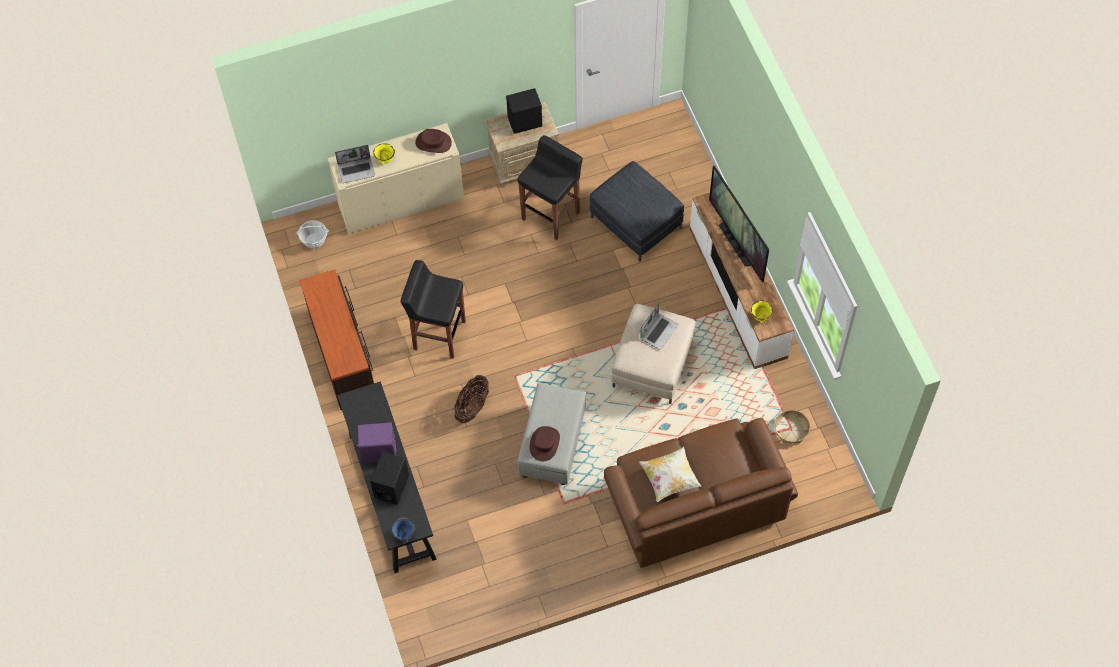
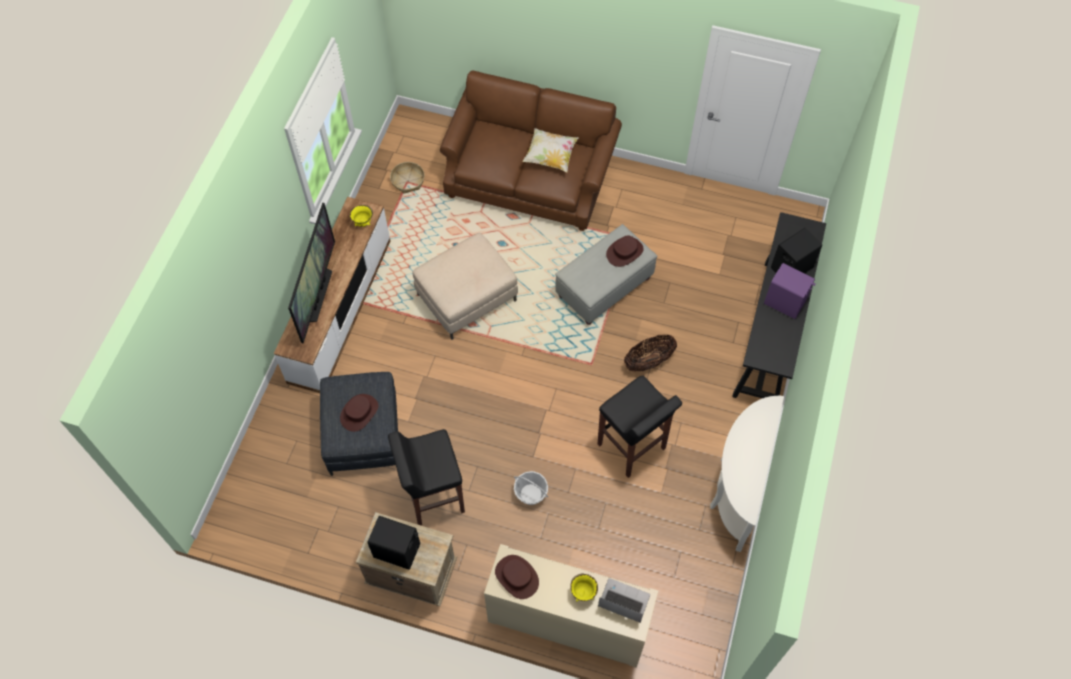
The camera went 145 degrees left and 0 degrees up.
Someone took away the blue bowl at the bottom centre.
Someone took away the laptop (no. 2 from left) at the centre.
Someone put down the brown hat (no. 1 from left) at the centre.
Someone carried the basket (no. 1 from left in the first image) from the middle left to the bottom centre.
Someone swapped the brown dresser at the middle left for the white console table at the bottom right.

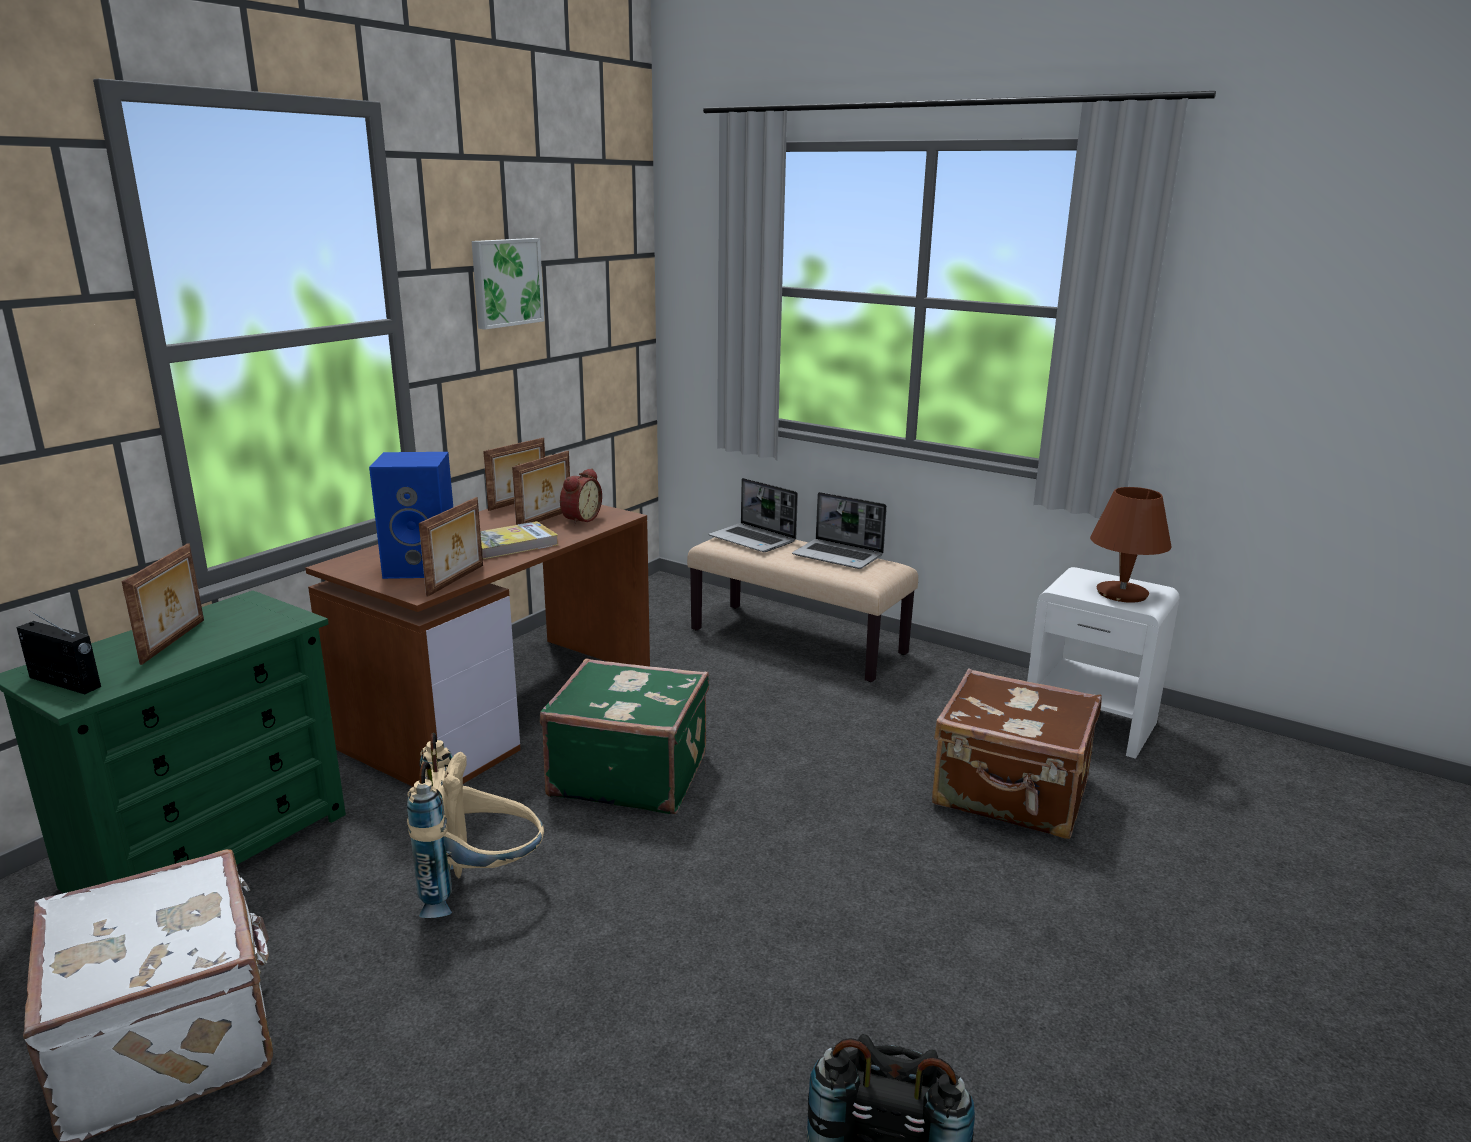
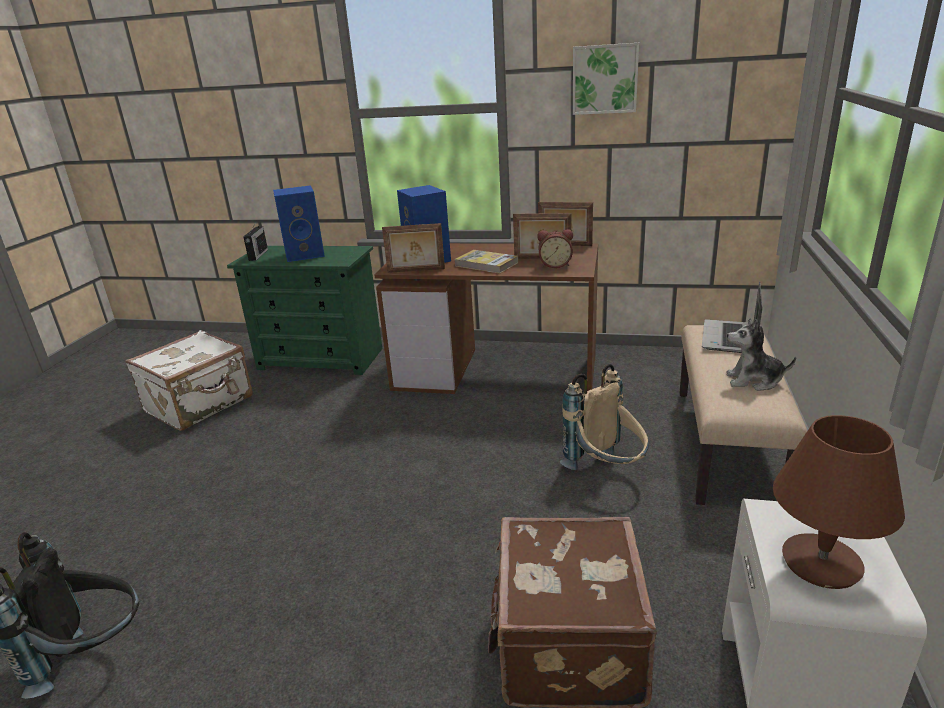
The camera went 70 degrees right and 5 degrees up.
Someone took away the green suitcase at the centre.
Someone carried the beige backpack from the bottom left to the centre.
Someone swapped the picture frame (no. 1 from left) at the middle left for the blue speaker (no. 1 from left) at the top left.
Someone swapped the laptop (no. 2 from left) at the centre for the plush toy at the middle right.

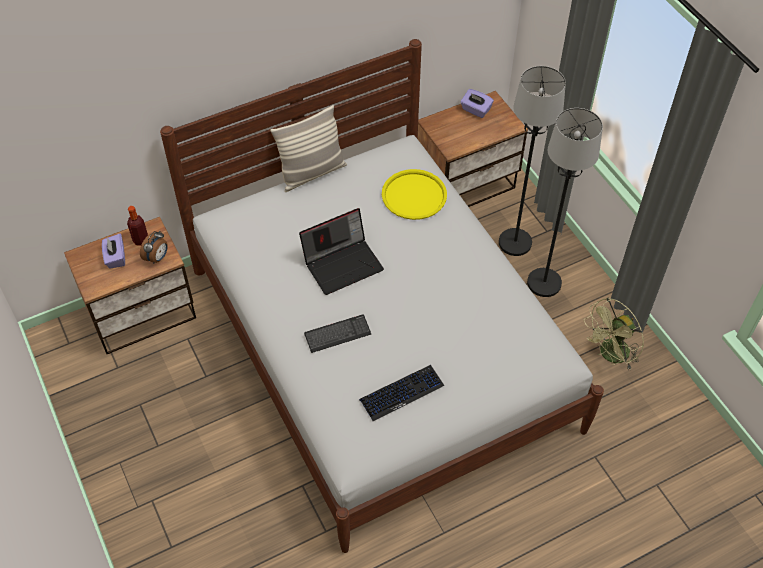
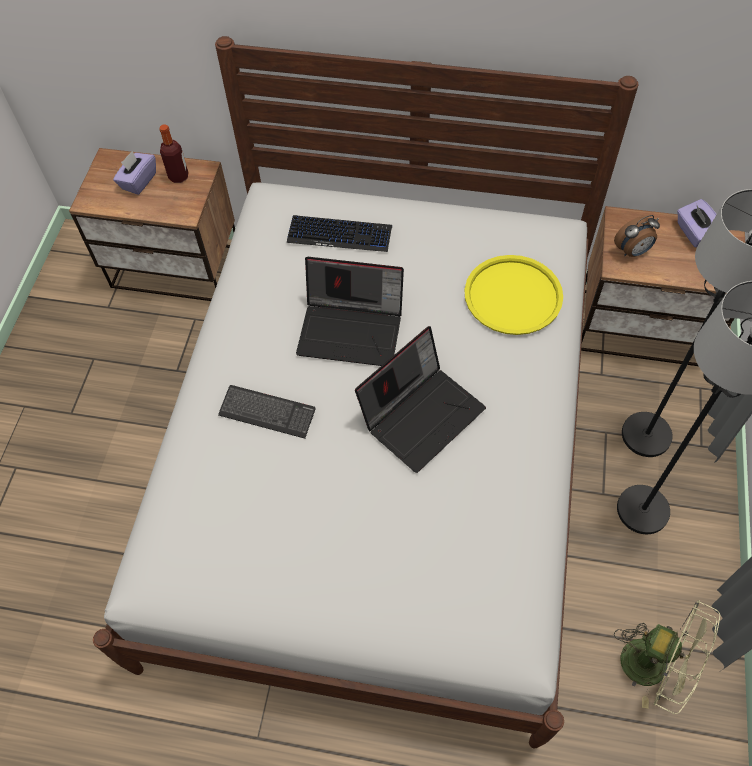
The camera went 40 degrees right and 5 degrees up.
Someone took away the pillow at the top centre.
Someone put down the laptop (no. 2 from left) at the centre.
Someone carried the alarm clock from the middle left to the top right.
Someone carried the keyboard (no. 2 from left) from the bottom centre to the top centre.
Someone rotated the green fan at the middle right by 150 degrees counterclockwise.

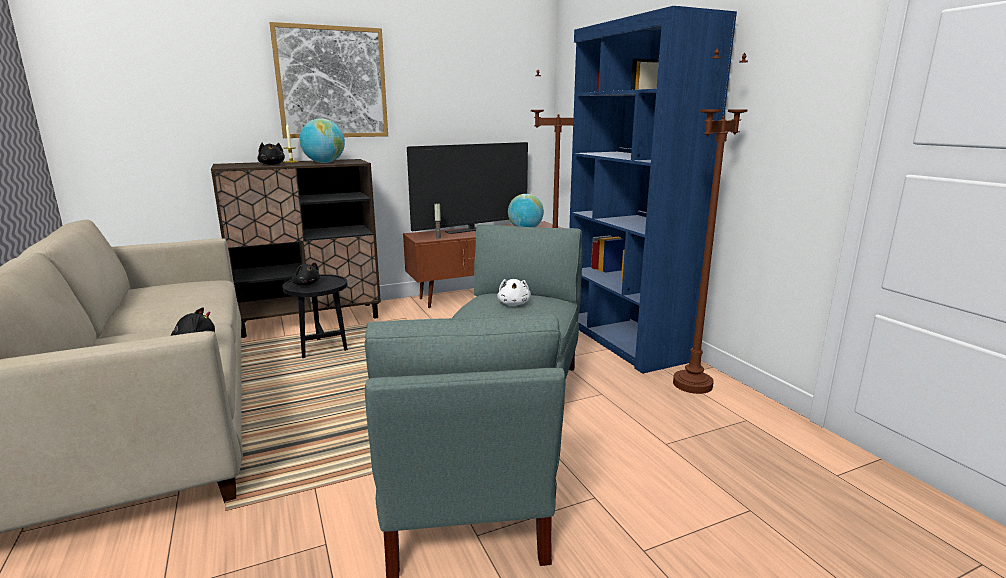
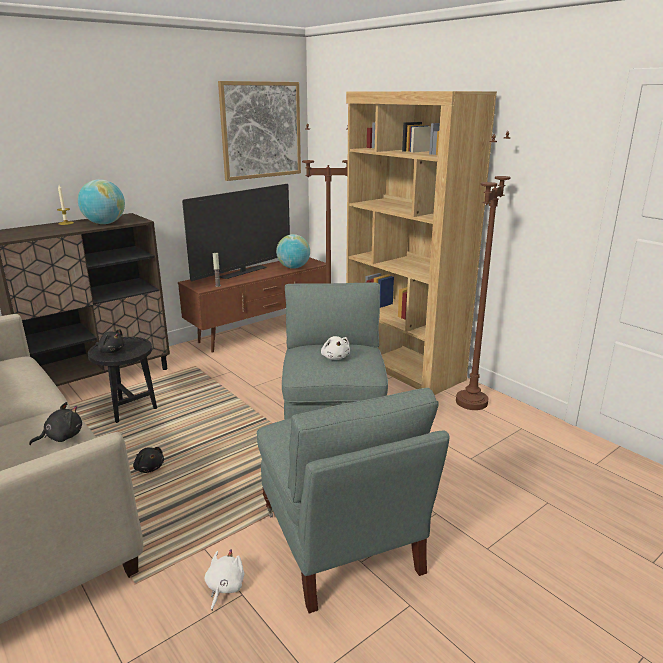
The camera went 15 degrees left and 5 degrees up.
Someone put down the white plush toy (no. 1 from left) at the bottom centre.
Someone carried the black plush toy (no. 2 from left in the first image) from the top left to the bottom left.
Someone carried the picture from the top left to the top centre.
Someone repainted the blue bookcase at the top centre, which became the brown bookcase at the centre.

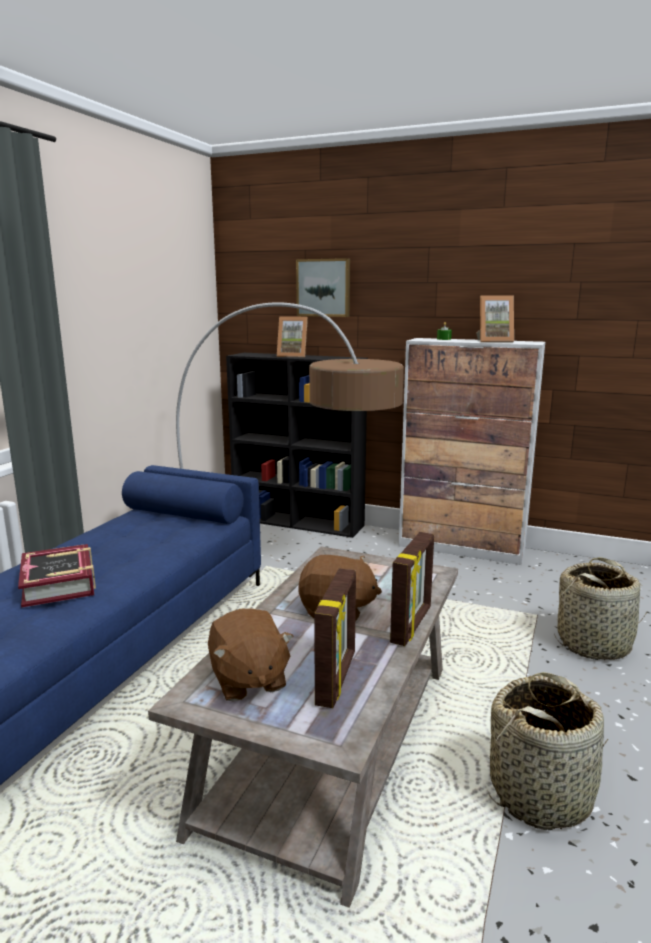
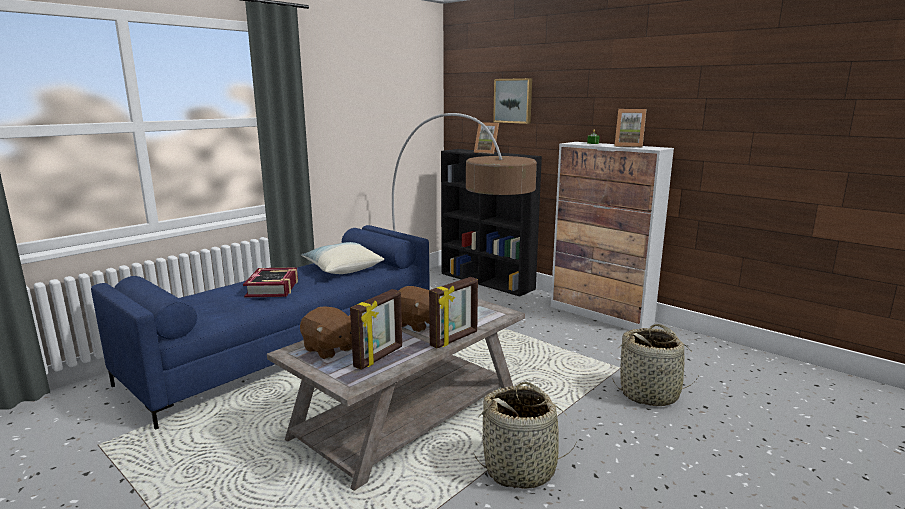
The camera went 20 degrees right and 0 degrees up.
Someone put down the pillow at the centre.
Someone rotated the brown plush toy (no. 1 from left) at the bottom centre by 45 degrees counterclockwise.

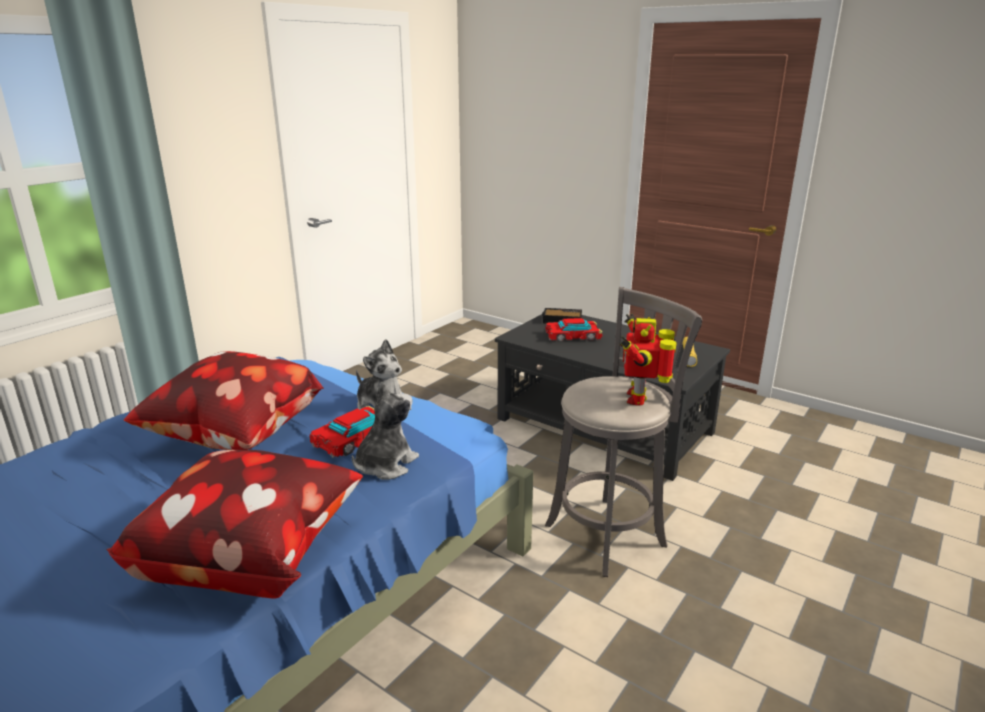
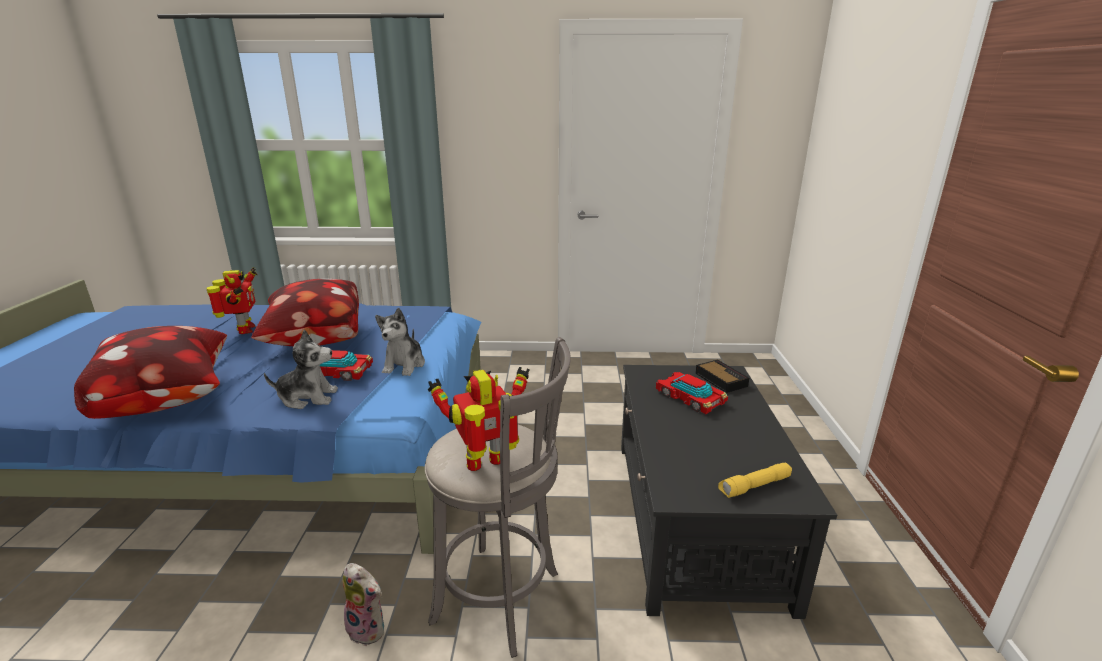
The camera went 55 degrees right and 0 degrees up.
Someone put down the toy robot (no. 1 from left) at the middle left.
Someone put down the plush toy (no. 2 from left) at the bottom left.

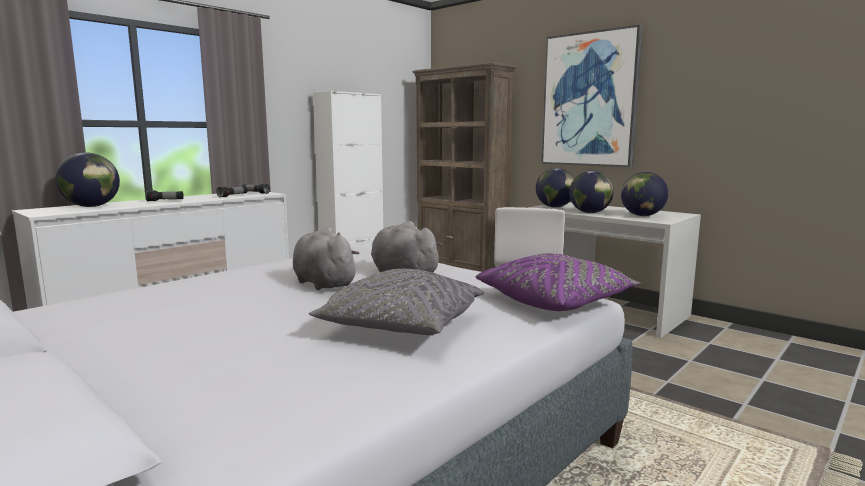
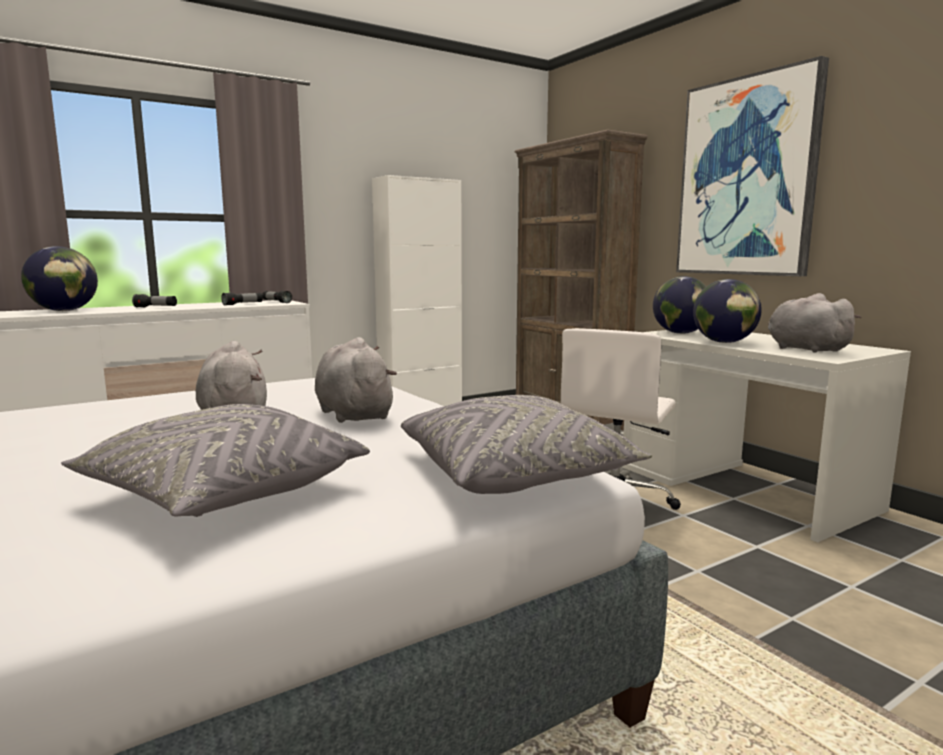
The camera went 15 degrees right and 0 degrees up.
Someone swapped the globe (no. 4 from left) at the middle right for the grey plush toy (no. 3 from left) at the middle right.
Someone repainted the purple pillow at the centre, which became the grey pillow (no. 2 from left) at the centre.

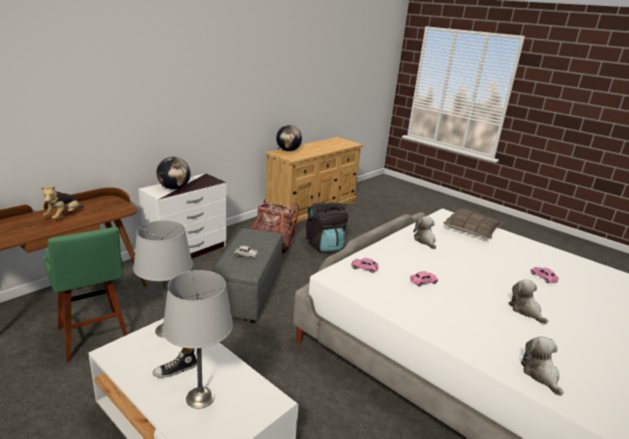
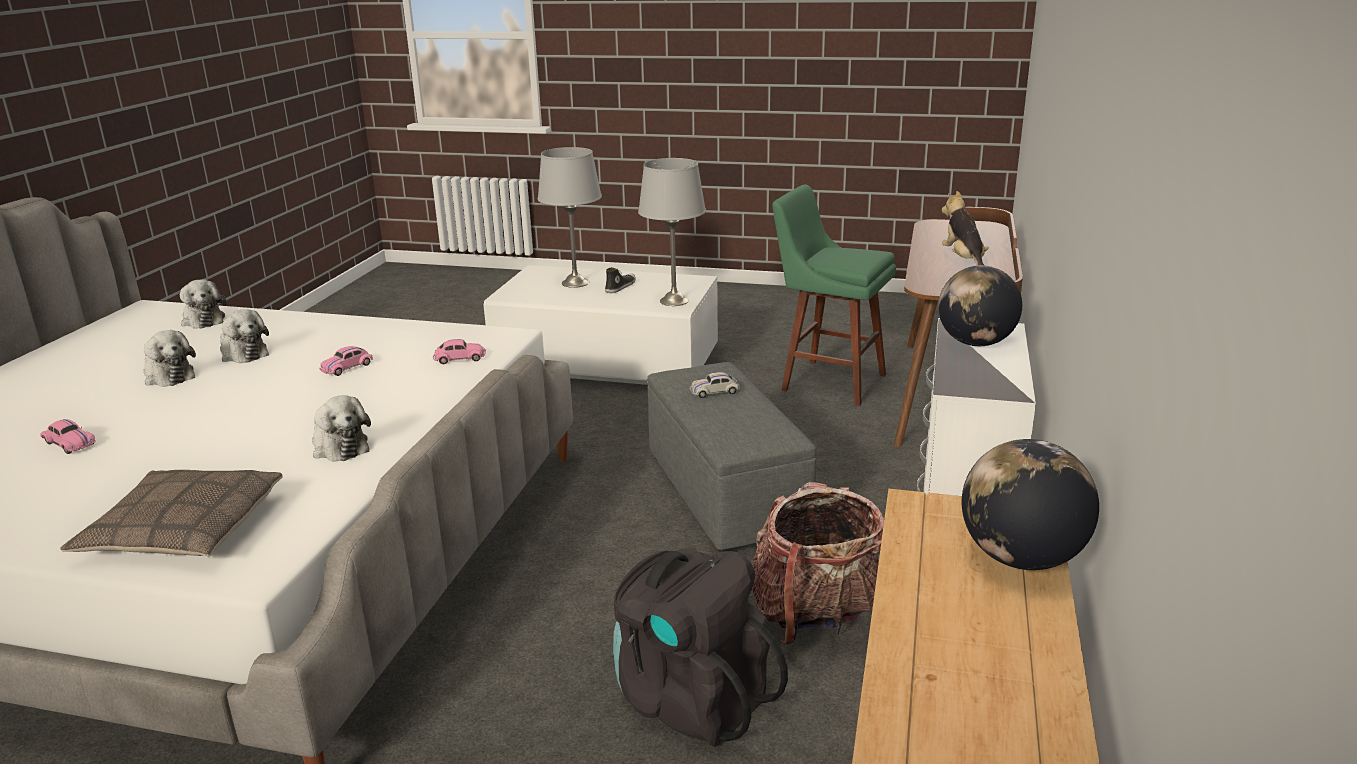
The camera went 155 degrees right and 0 degrees up.
Someone put down the plush toy (no. 3 from left) at the middle left.

